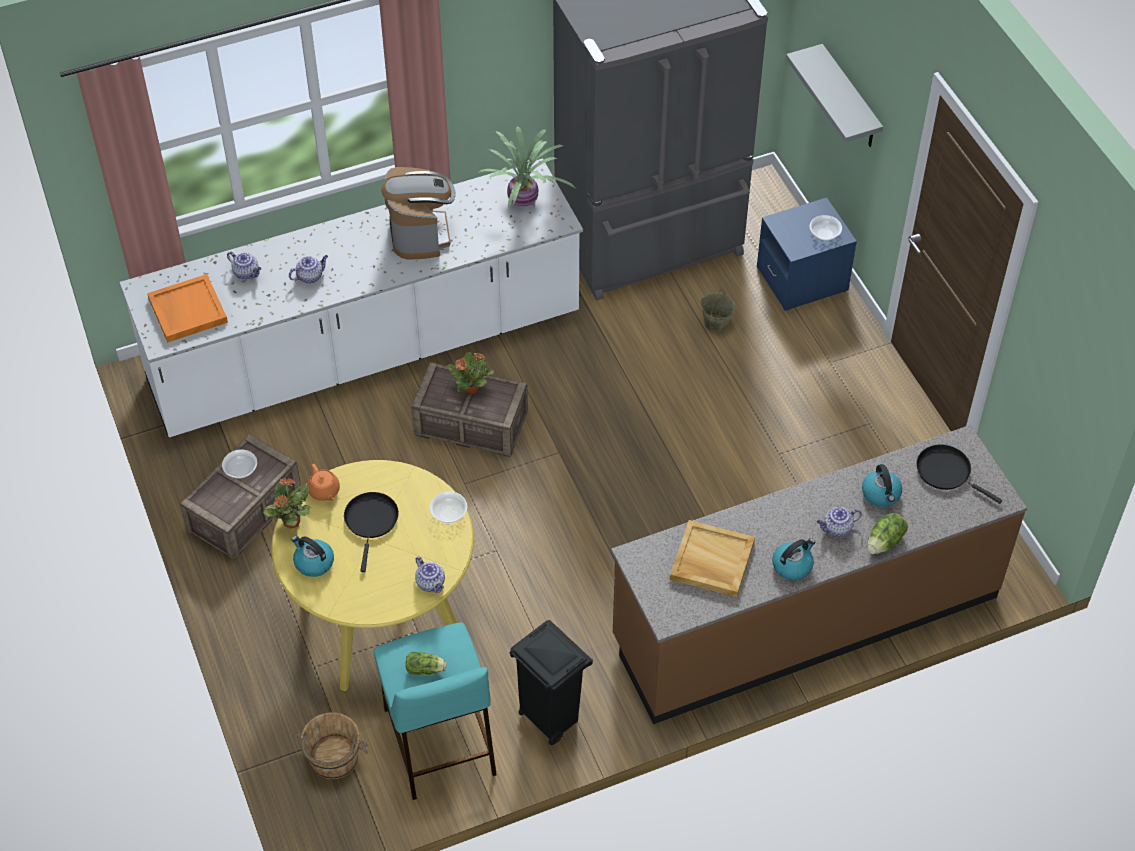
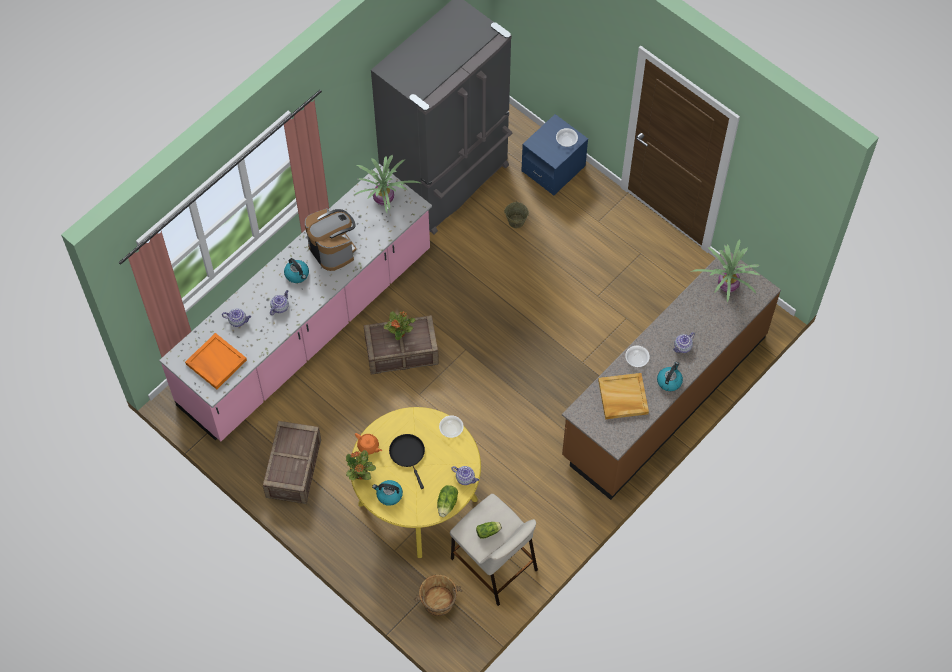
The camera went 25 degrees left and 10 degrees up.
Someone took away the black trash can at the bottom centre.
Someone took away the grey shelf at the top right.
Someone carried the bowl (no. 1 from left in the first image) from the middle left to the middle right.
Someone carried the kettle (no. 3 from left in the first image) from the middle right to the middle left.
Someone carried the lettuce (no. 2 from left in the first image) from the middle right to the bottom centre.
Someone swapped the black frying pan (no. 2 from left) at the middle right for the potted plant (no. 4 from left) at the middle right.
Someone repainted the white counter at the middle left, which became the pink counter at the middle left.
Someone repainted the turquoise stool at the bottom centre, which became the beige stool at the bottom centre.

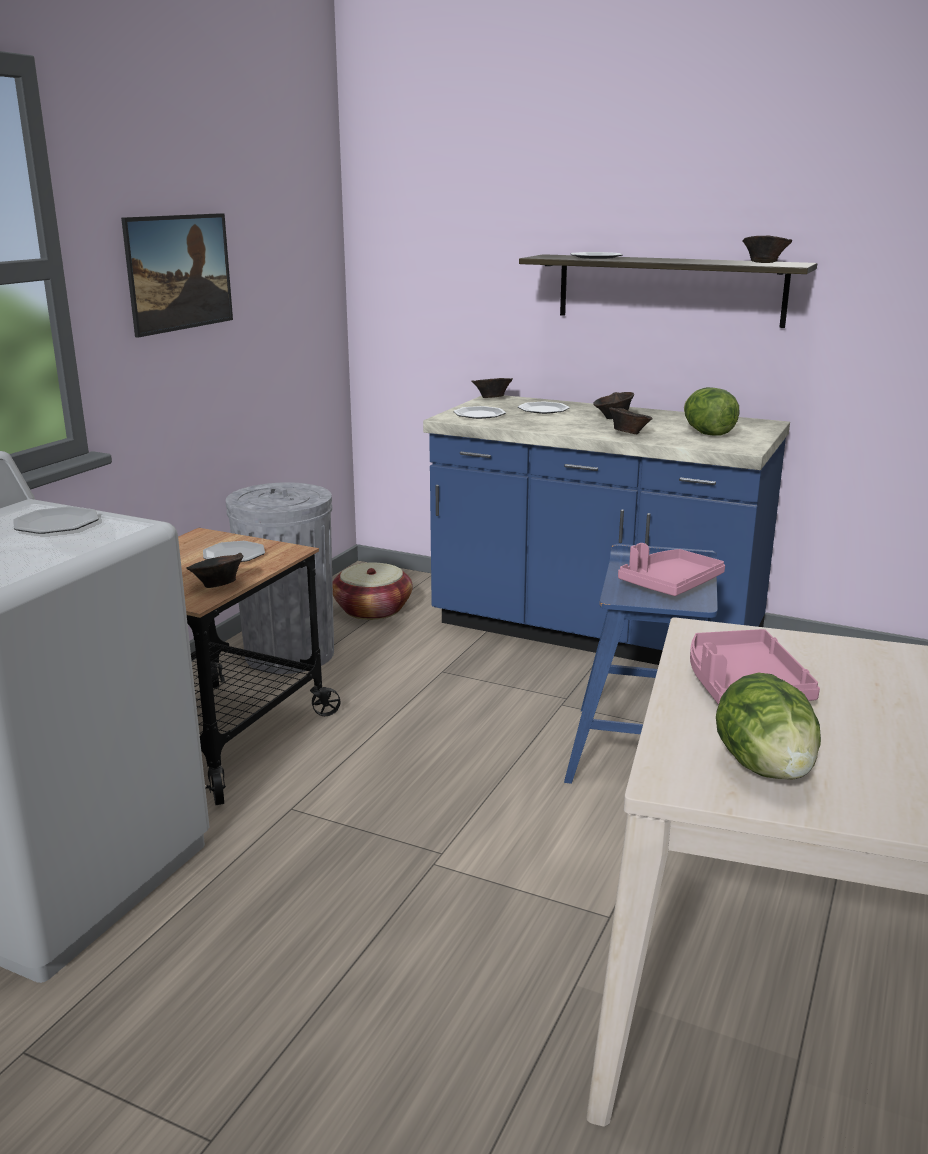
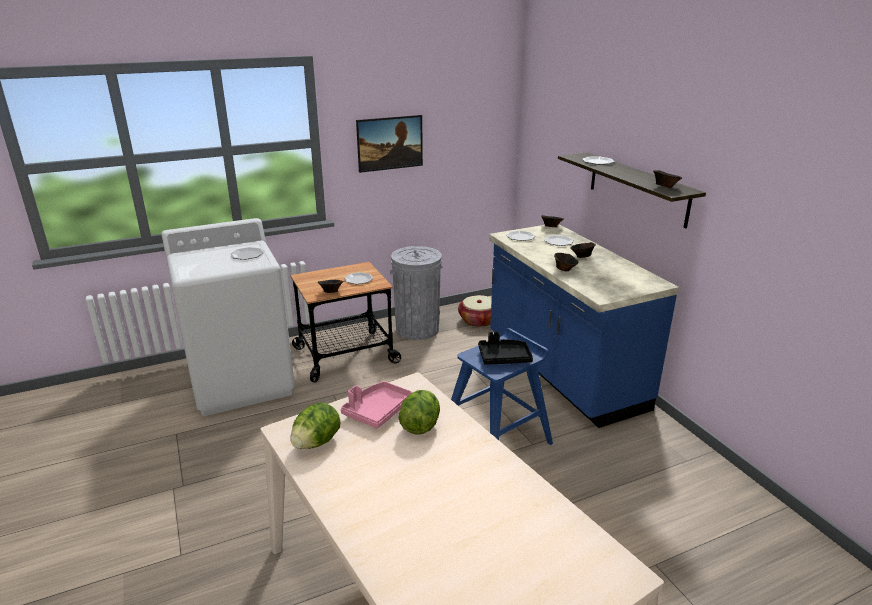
The camera went 40 degrees right and 5 degrees up.
Someone carried the lettuce (no. 1 from left in the first image) from the middle right to the bottom centre.
Someone repainted the pink tray (no. 1 from left) at the middle right, which became the black tray at the centre.

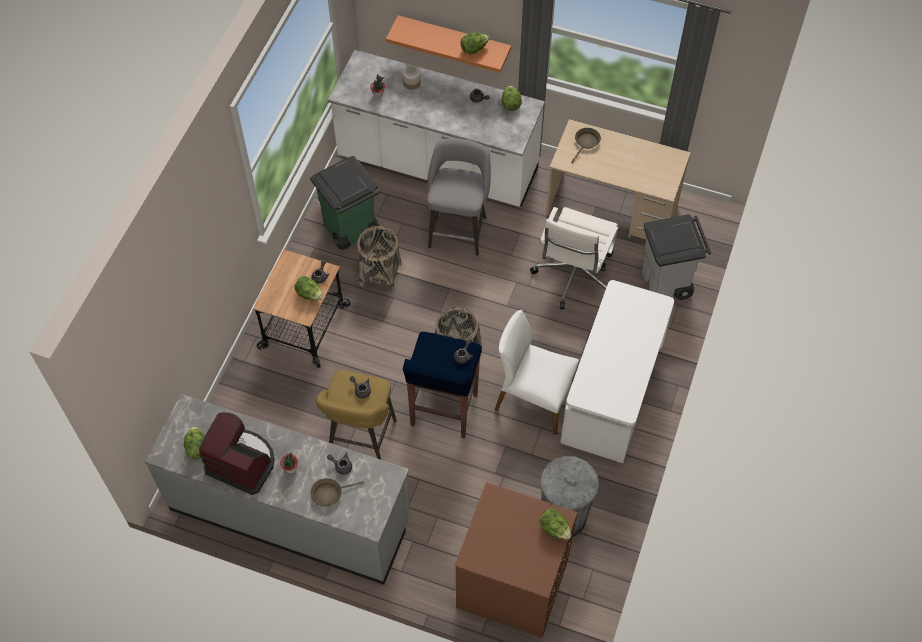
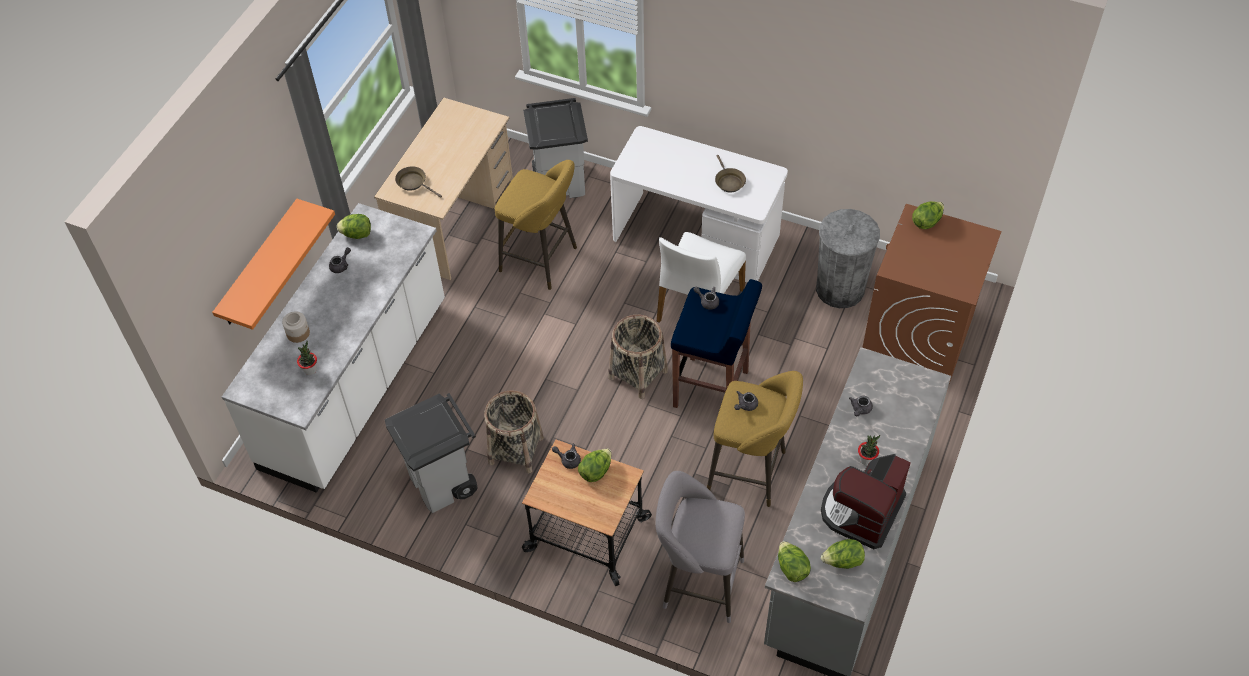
The camera went 85 degrees left and 5 degrees down.
Someone carried the brown frying pan (no. 1 from left in the first image) from the bottom centre to the top centre.
Someone carried the grey stool from the top centre to the bottom centre.
Someone carried the lettuce (no. 3 from left) from the top centre to the bottom centre.
Someone swapped the white office chair at the centre for the yellow stool (no. 1 from left) at the top centre.
Someone repainted the green trash can at the top centre, which became the grey trash can (no. 1 from left) at the bottom centre.

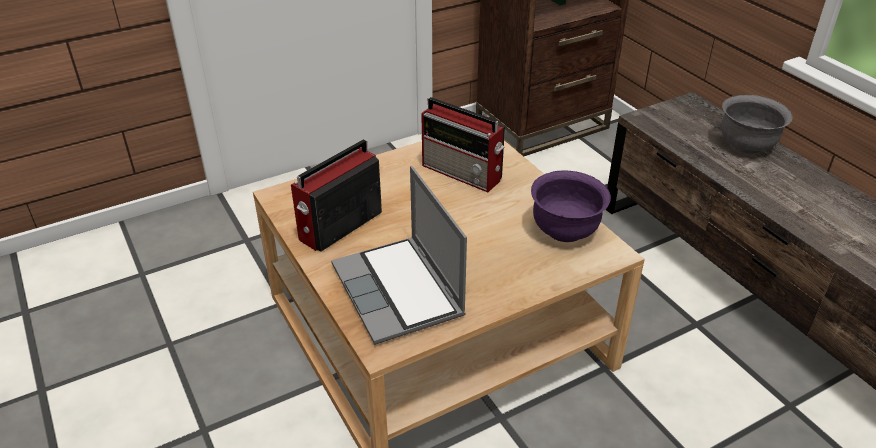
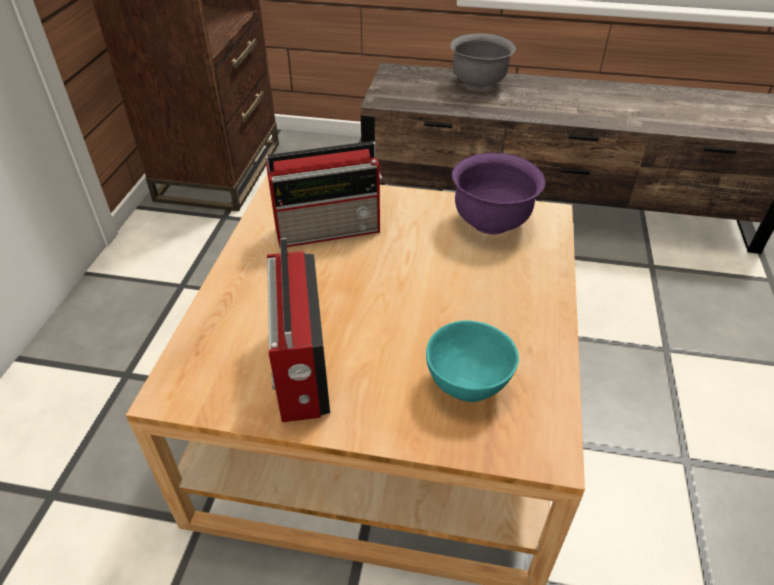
The camera went 50 degrees left and 5 degrees up.
Someone swapped the laptop at the centre for the turquoise bowl at the centre.

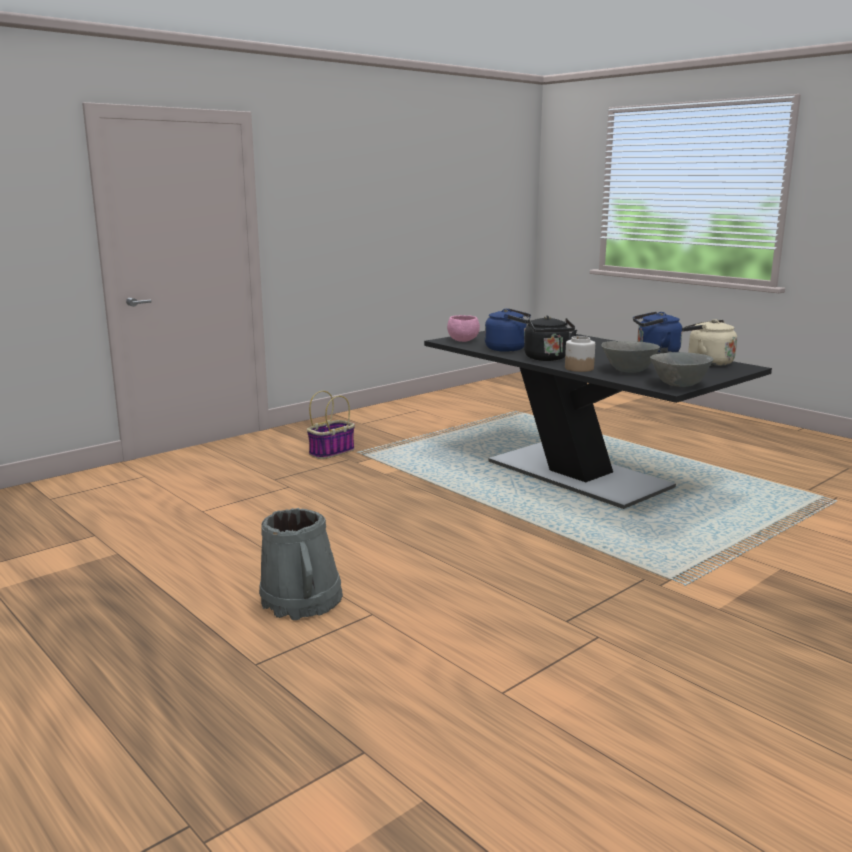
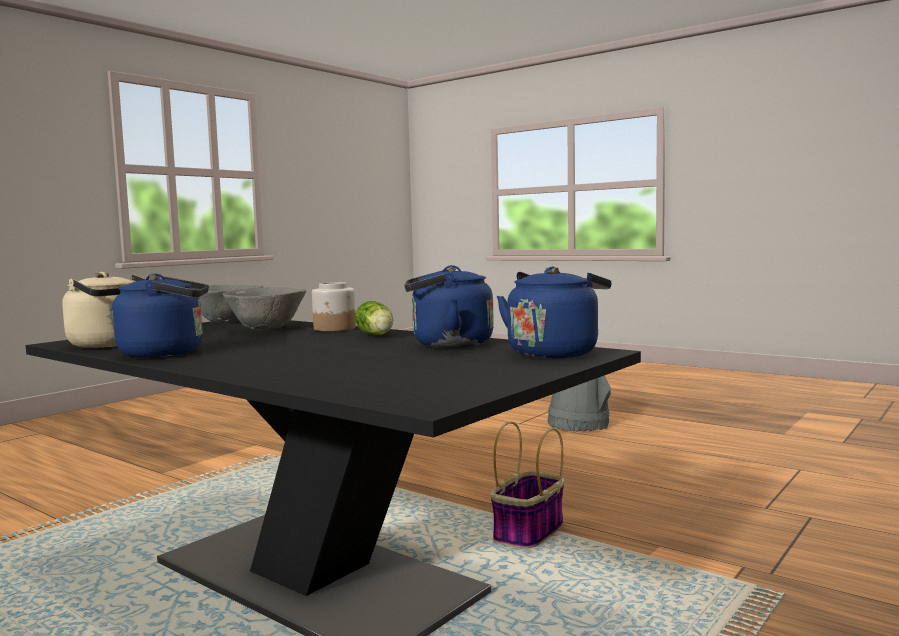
The camera went 170 degrees right and 10 degrees down.
Someone carried the basket from the centre to the bottom centre.
Someone swapped the pink bowl at the centre for the blue kettle (no. 3 from left) at the centre.
Someone swapped the black kettle at the centre for the lettuce at the centre.

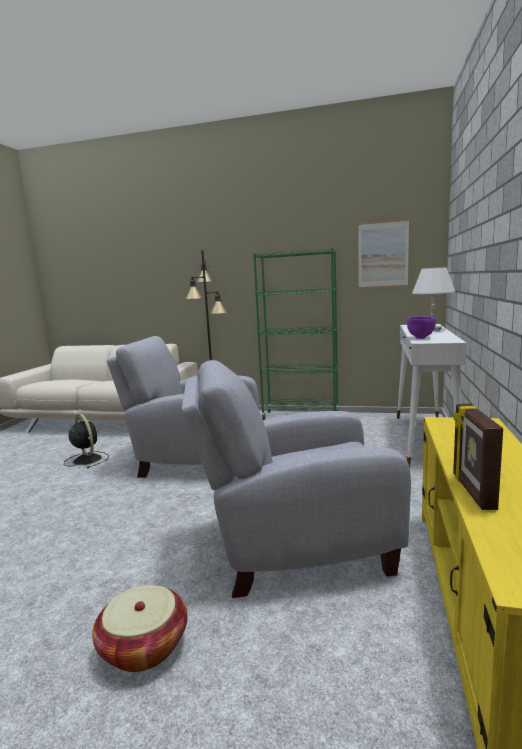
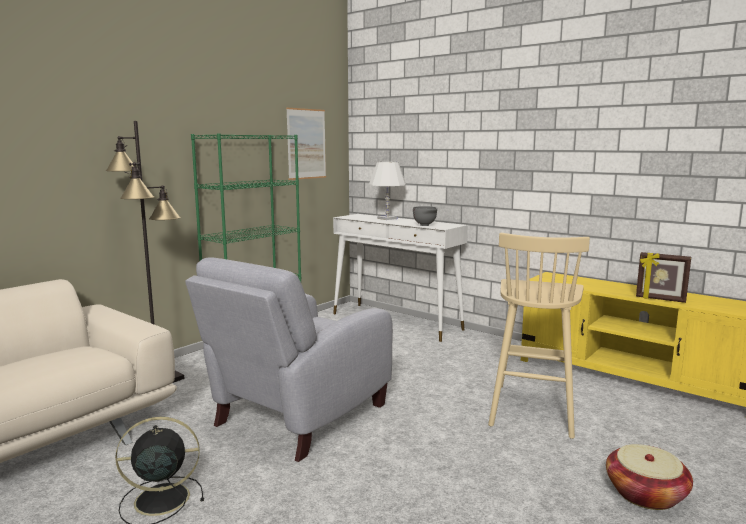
The camera went 65 degrees left and 0 degrees up.
Someone swapped the grey armchair (no. 2 from left) at the centre for the beige stool at the middle right.
Someone repainted the purple bowl at the middle right, which became the grey bowl at the centre.

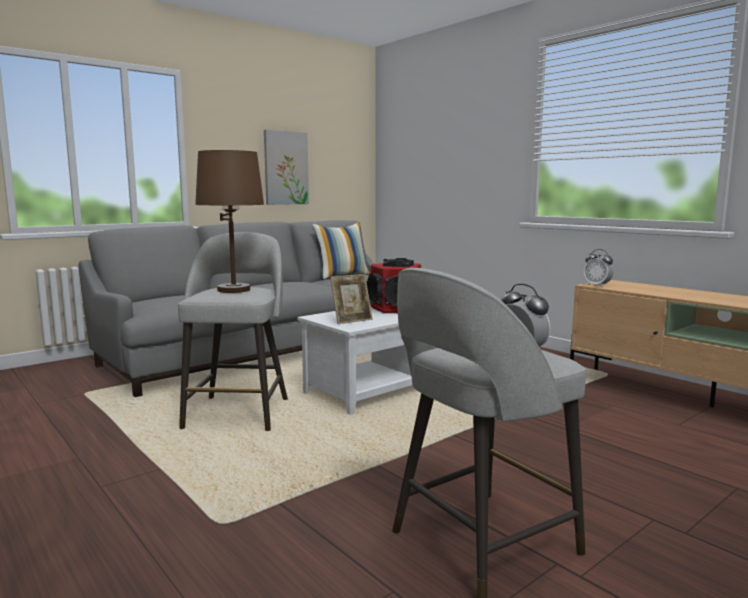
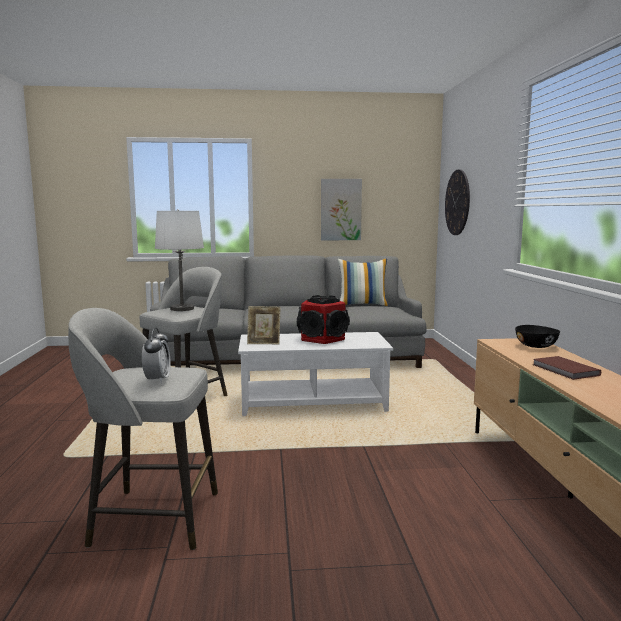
The camera went 35 degrees right and 0 degrees up.
Someone took away the alarm clock (no. 2 from left) at the middle right.
Someone put up the wall clock at the top right.
Someone put down the black bowl at the middle right.
Someone put down the brown book at the middle right.
Someone repainted the brown table lamp at the middle left, which became the white table lamp at the middle left.

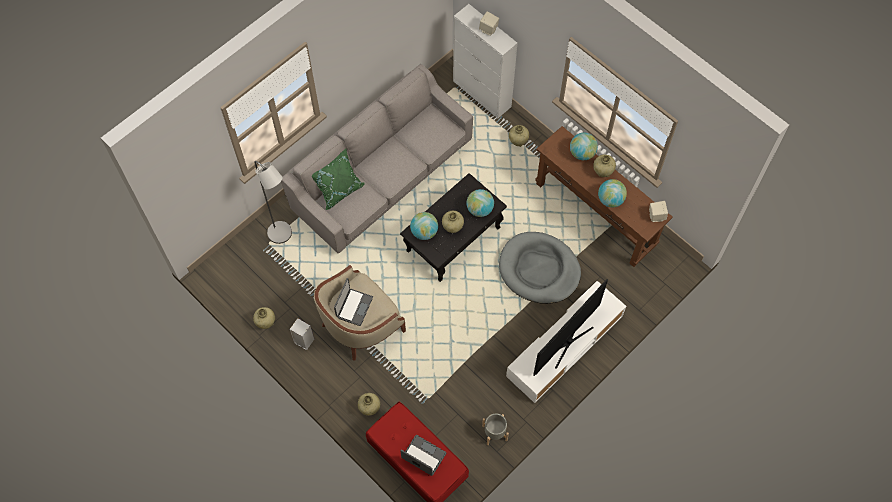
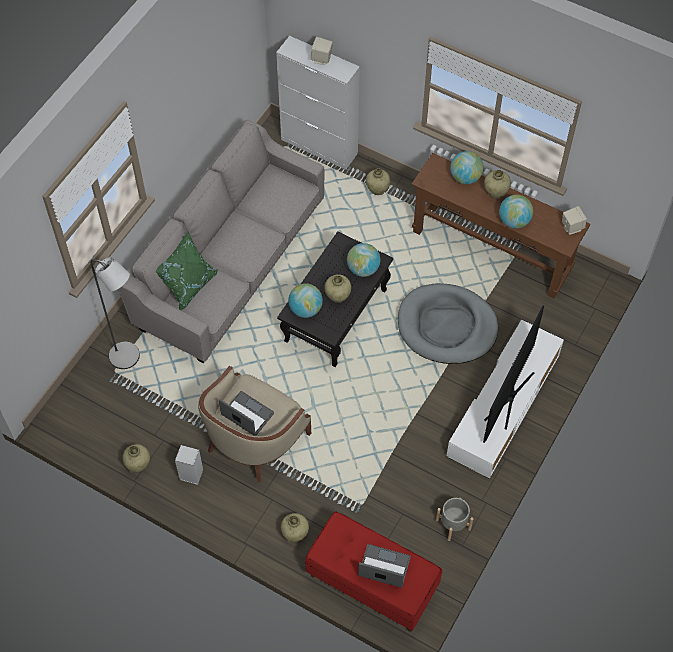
The camera went 15 degrees left and 5 degrees down.
Someone rotated the laptop (no. 1 from left) at the centre by 60 degrees counterclockwise.

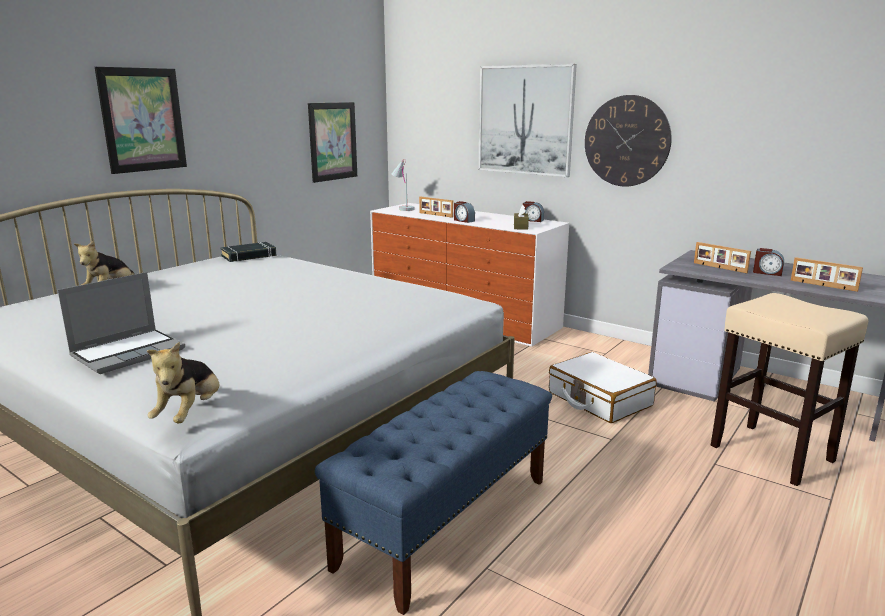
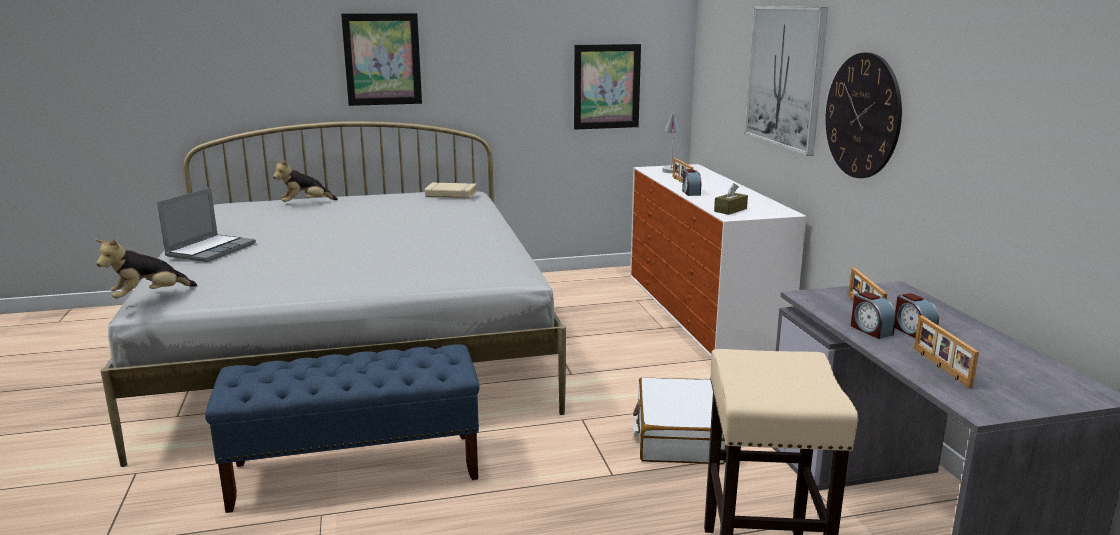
The camera went 40 degrees right and 0 degrees up.
Someone carried the alarm clock (no. 2 from left) from the centre to the middle right.
Someone repainted the black book at the middle left, which became the beige book at the centre.
Someone rotated the laptop at the middle left by 60 degrees counterclockwise.

